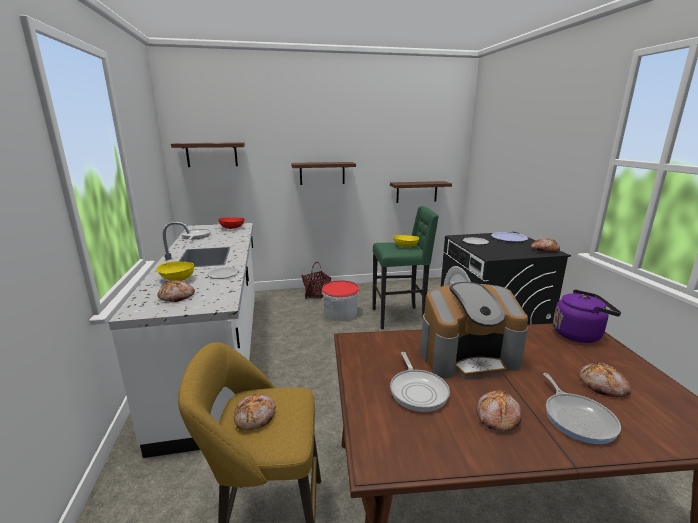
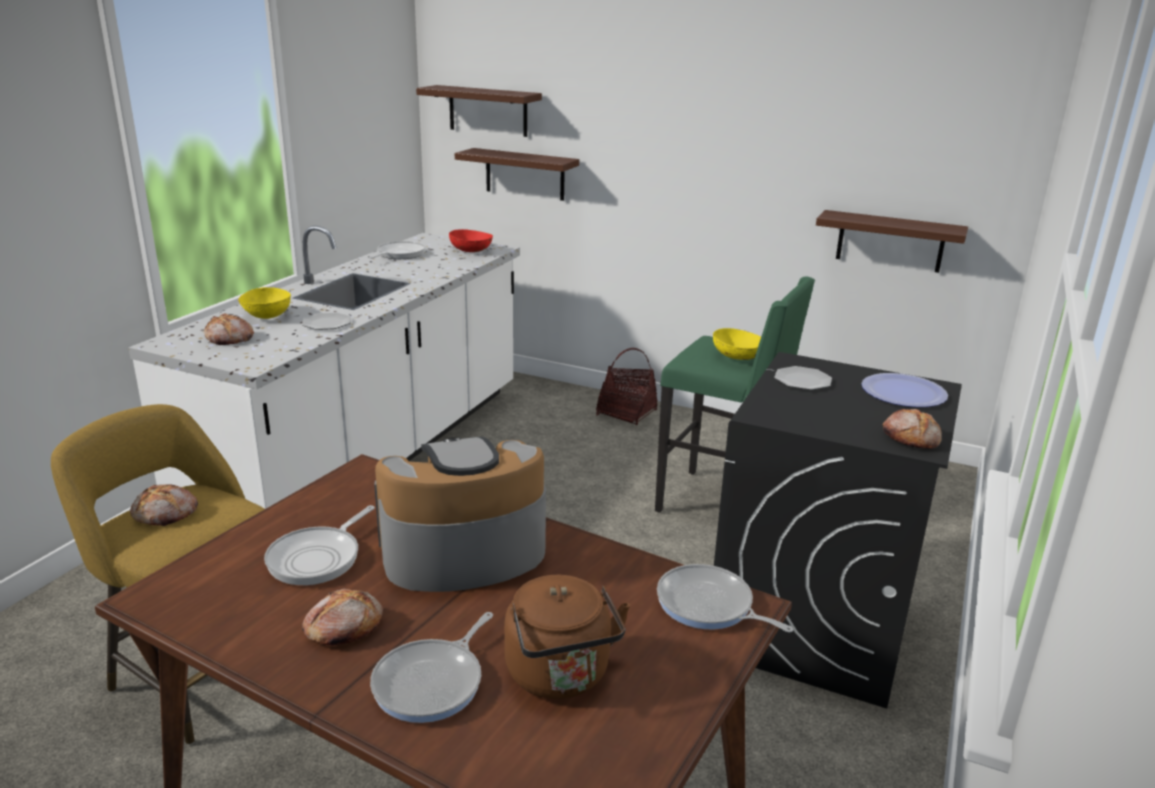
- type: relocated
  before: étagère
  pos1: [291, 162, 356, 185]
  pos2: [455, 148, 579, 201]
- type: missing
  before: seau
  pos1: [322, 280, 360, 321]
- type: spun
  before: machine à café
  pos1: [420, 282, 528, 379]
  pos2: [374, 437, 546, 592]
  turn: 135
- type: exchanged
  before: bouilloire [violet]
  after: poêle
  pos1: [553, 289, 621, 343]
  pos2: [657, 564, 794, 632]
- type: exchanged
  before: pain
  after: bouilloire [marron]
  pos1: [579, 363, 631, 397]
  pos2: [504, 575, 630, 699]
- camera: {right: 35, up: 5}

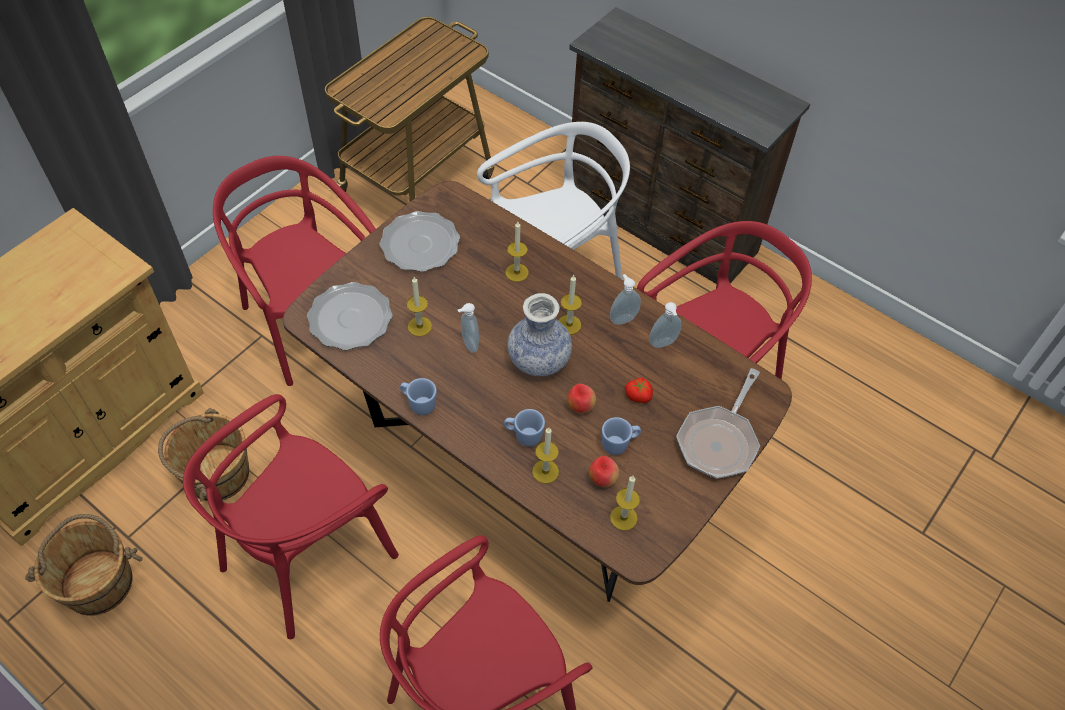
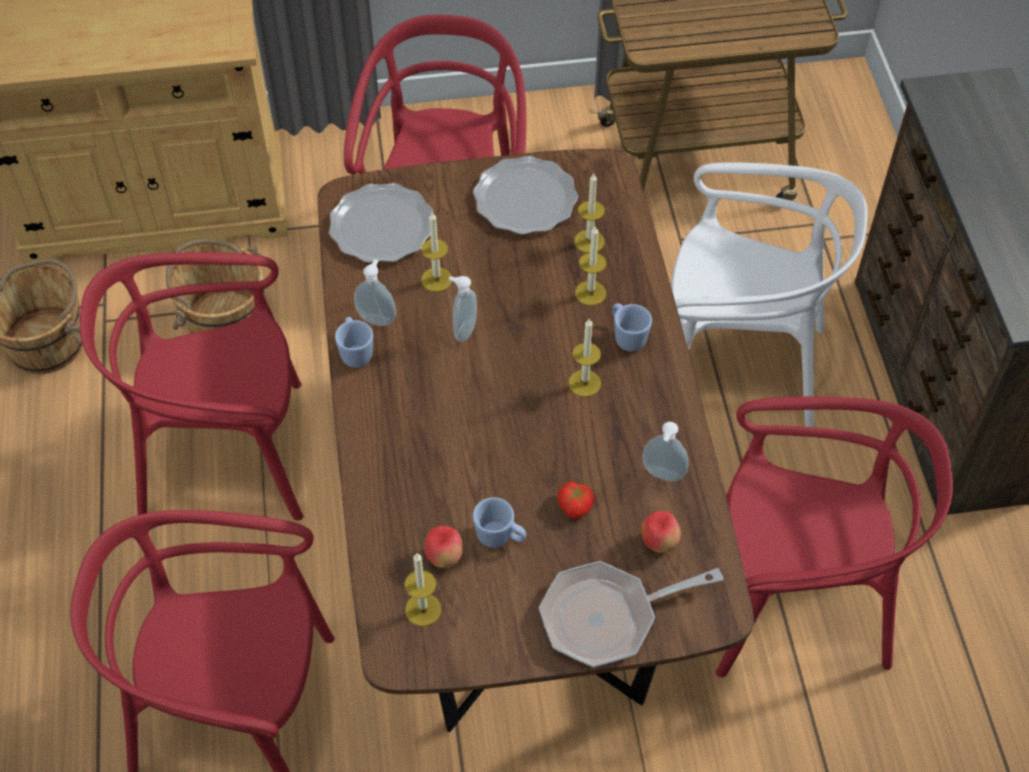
- type: relocated
  before: distributeur de savon
  pos1: [610, 274, 641, 325]
  pos2: [354, 259, 396, 326]
- type: missing
  before: vase
  pos1: [507, 293, 572, 376]
- type: relocated
  before: pomme
  pos1: [567, 384, 596, 413]
  pos2: [641, 511, 681, 553]
- type: relocated
  before: mug [bleu]
  pos1: [504, 409, 545, 447]
  pos2: [612, 303, 652, 351]
- type: relocated
  before: bougie
  pos1: [532, 427, 559, 484]
  pos2: [574, 174, 605, 253]
- camera: {right: 45, up: 0}

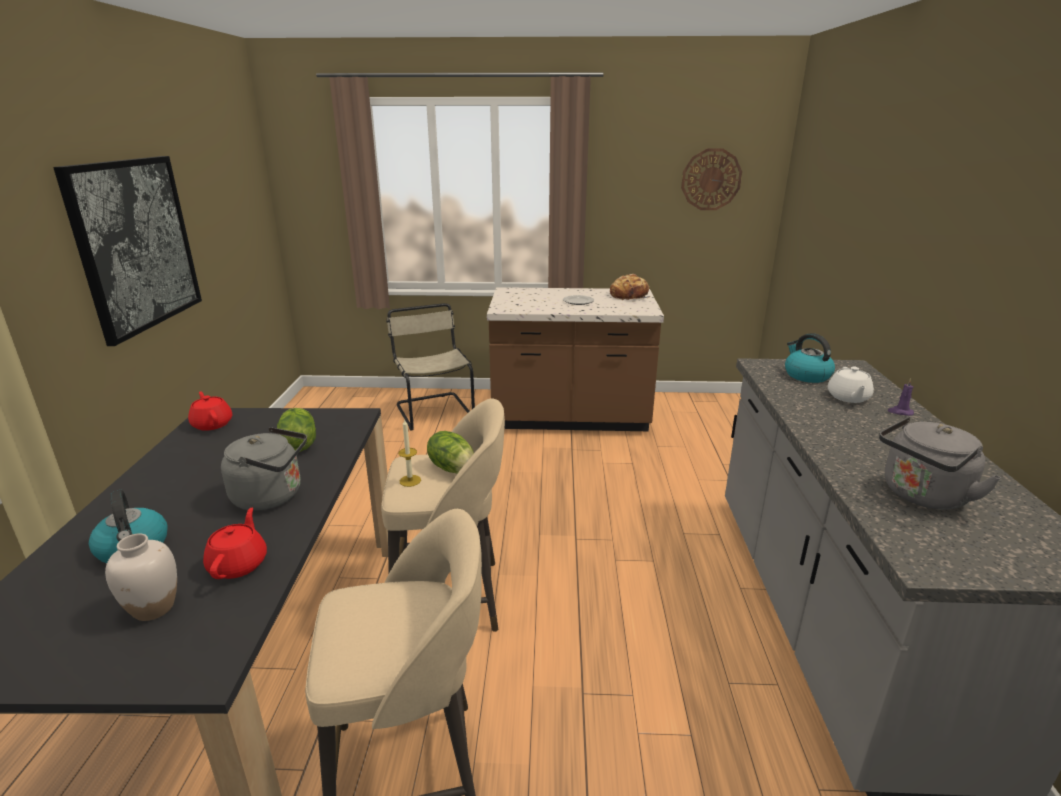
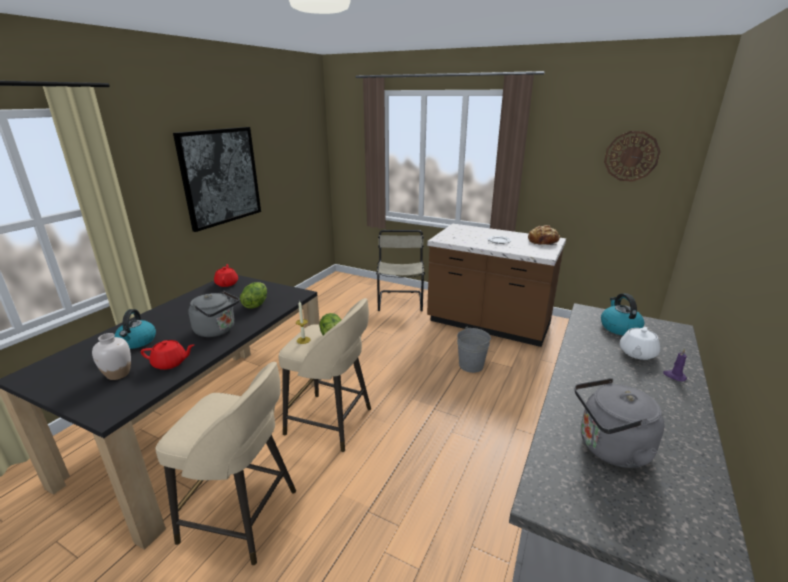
- type: spun
  before: théière [rouge]
  pos1: [203, 508, 267, 579]
  pos2: [141, 340, 194, 370]
  turn: 60
- type: appeared
  after: seau [gris]
  pos2: [457, 327, 491, 373]
- camera: {right: 25, up: 0}

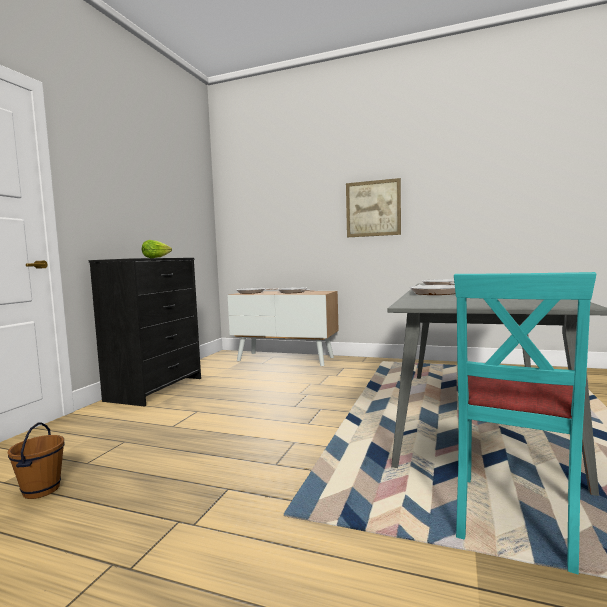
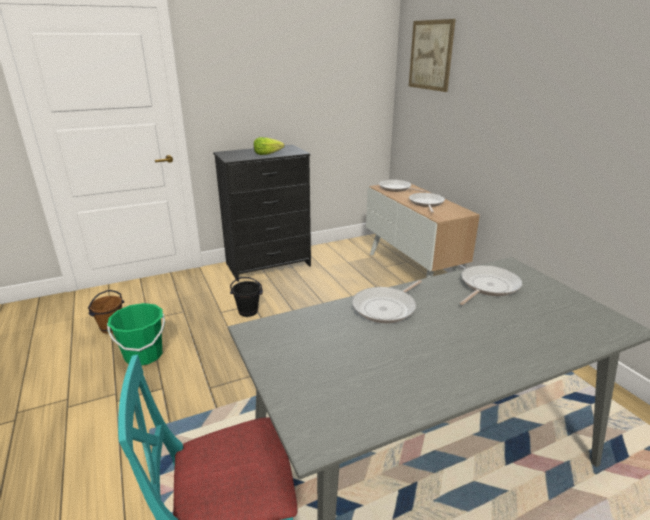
- type: relocated
  before: tableau
  pos1: [346, 178, 401, 237]
  pos2: [409, 19, 456, 92]
- type: appeared
  after: seau [noir]
  pos2: [230, 277, 263, 317]
- type: appeared
  after: seau [vert]
  pos2: [107, 303, 165, 366]
- camera: {right: 45, up: 20}

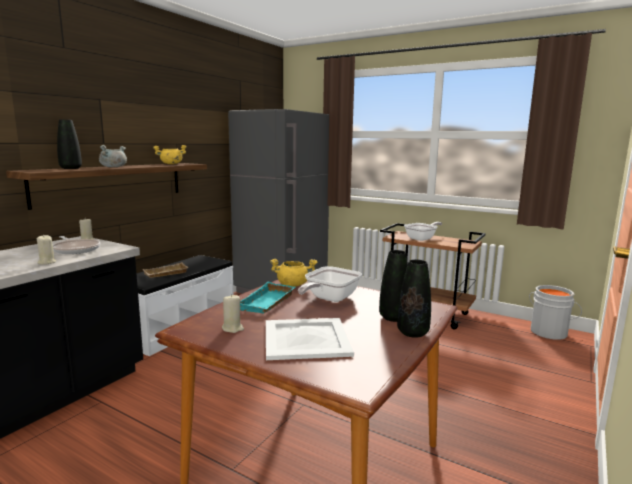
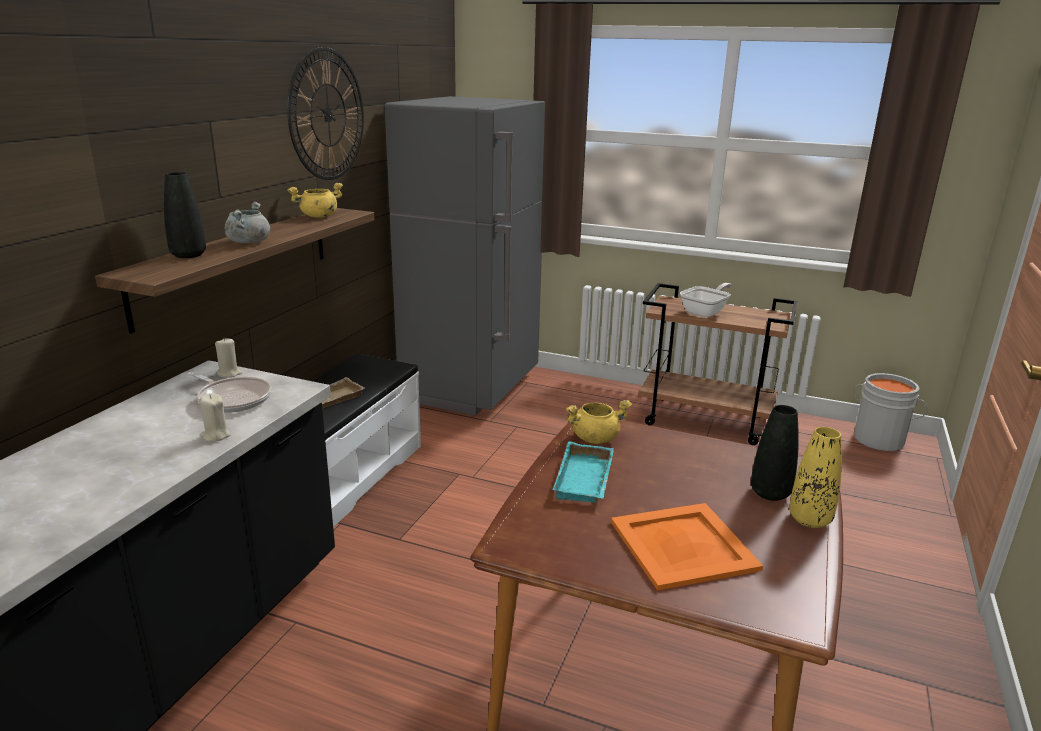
- type: colour
  before: vase [noir]
  after: vase [jaune]
  pos1: [397, 259, 431, 338]
  pos2: [789, 427, 842, 528]
- type: missing
  before: poêle
  pos1: [298, 266, 362, 302]
- type: missing
  before: bougie [beige]
  pos1: [222, 294, 244, 333]
- type: colour
  before: plateau [blanc]
  after: plateau [orange]
  pos1: [266, 318, 354, 360]
  pos2: [611, 503, 763, 591]
- type: appeared
  after: horloge murale
  pos2: [287, 47, 364, 180]
- camera: {right: -10, up: 10}

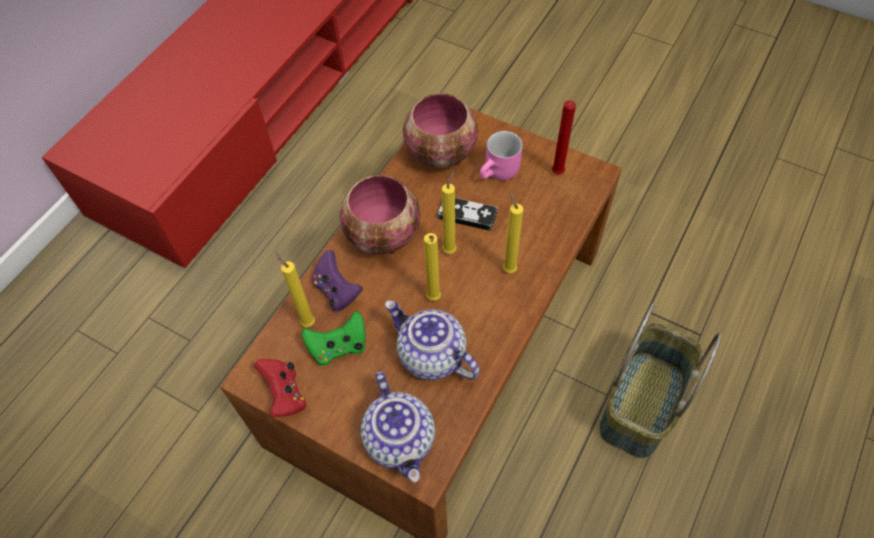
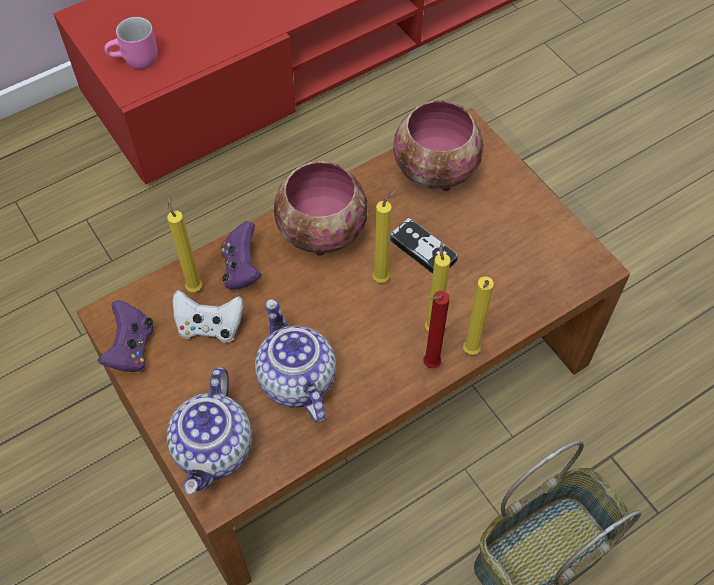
- type: relocated
  before: bougie [rouge]
  pos1: [552, 100, 576, 174]
  pos2: [423, 291, 450, 368]
- type: relocated
  before: mug [rose]
  pos1: [480, 131, 523, 181]
  pos2: [104, 17, 158, 69]
- type: relocated
  before: bougie [jaune]
  pos1: [424, 233, 441, 301]
  pos2: [463, 276, 494, 355]
- type: colour
  before: manette [vert]
  after: manette [blanc]
  pos1: [302, 311, 366, 366]
  pos2: [173, 290, 243, 343]
- type: colour
  before: manette [rouge]
  after: manette [violet]
  pos1: [254, 359, 306, 418]
  pos2: [98, 300, 153, 372]
- camera: {right: 25, up: 0}

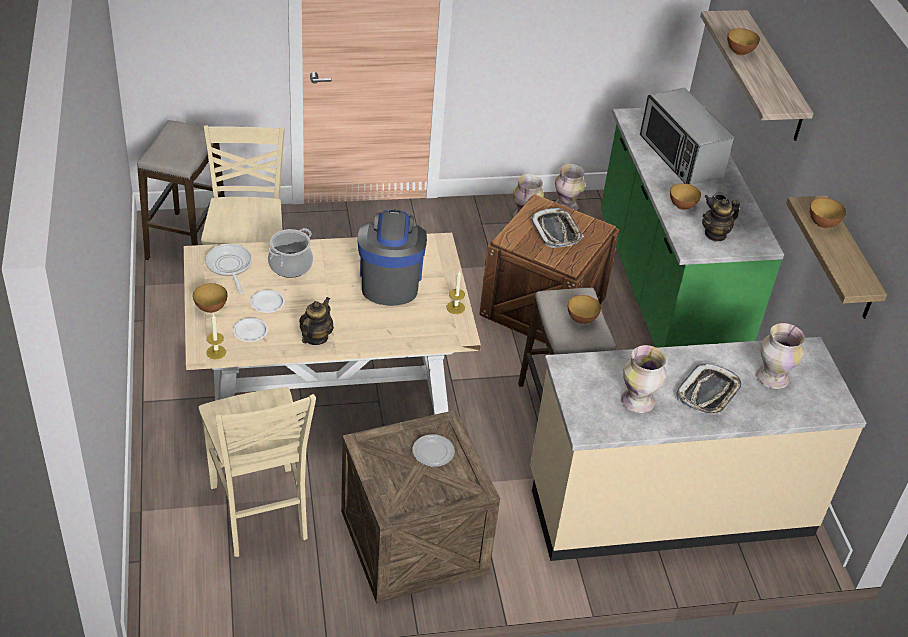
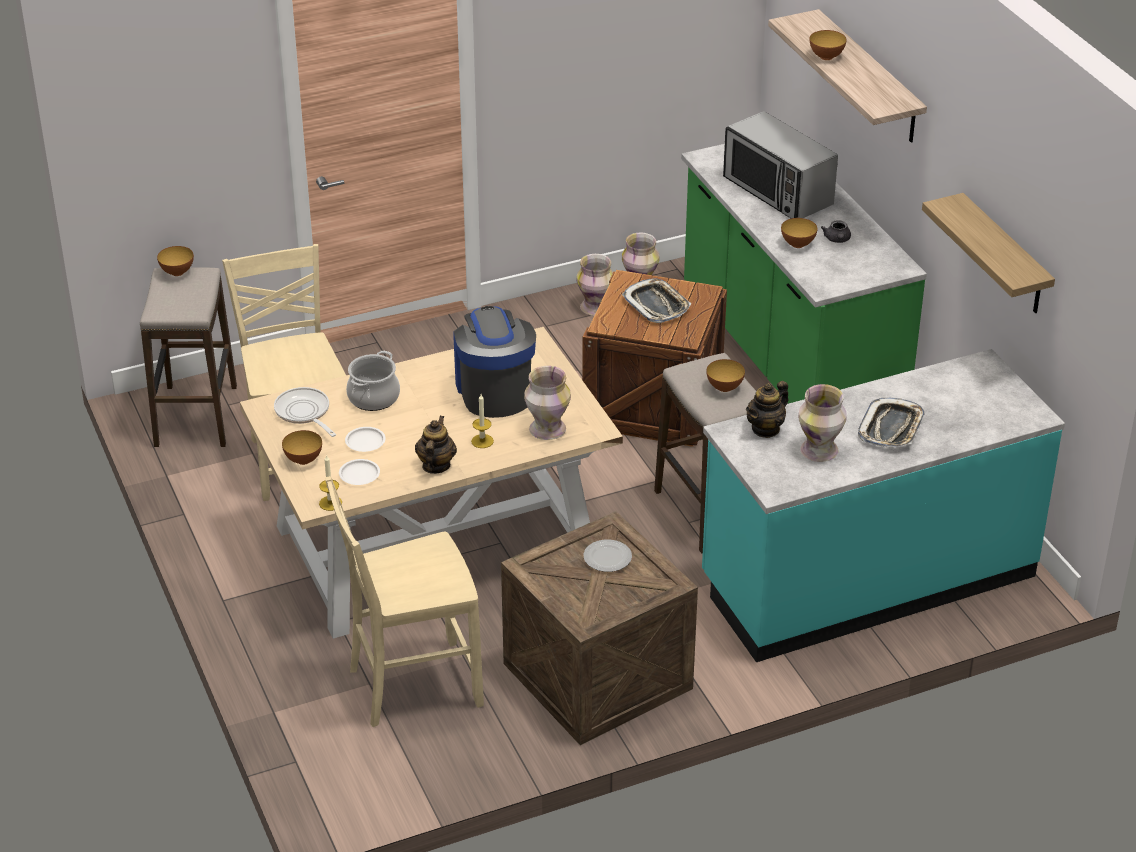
- type: relocated
  before: bol
  pos1: [810, 198, 846, 228]
  pos2: [157, 246, 194, 276]
- type: relocated
  before: théière
  pos1: [702, 199, 740, 241]
  pos2: [746, 381, 788, 438]
- type: relocated
  before: bougie
  pos1: [447, 270, 465, 314]
  pos2: [471, 394, 494, 448]
- type: relocated
  before: vase
  pos1: [756, 323, 805, 389]
  pos2: [524, 366, 571, 440]
- type: colour
  before: comptoir de cuisine [beige]
  after: comptoir de cuisine [turquoise]
  pos1: [530, 337, 866, 561]
  pos2: [702, 349, 1065, 662]
- type: spun
  before: chaise [beige]
  pos1: [199, 387, 316, 557]
  pos2: [325, 476, 484, 727]
  turn: 105
- camera: {right: -10, up: -5}

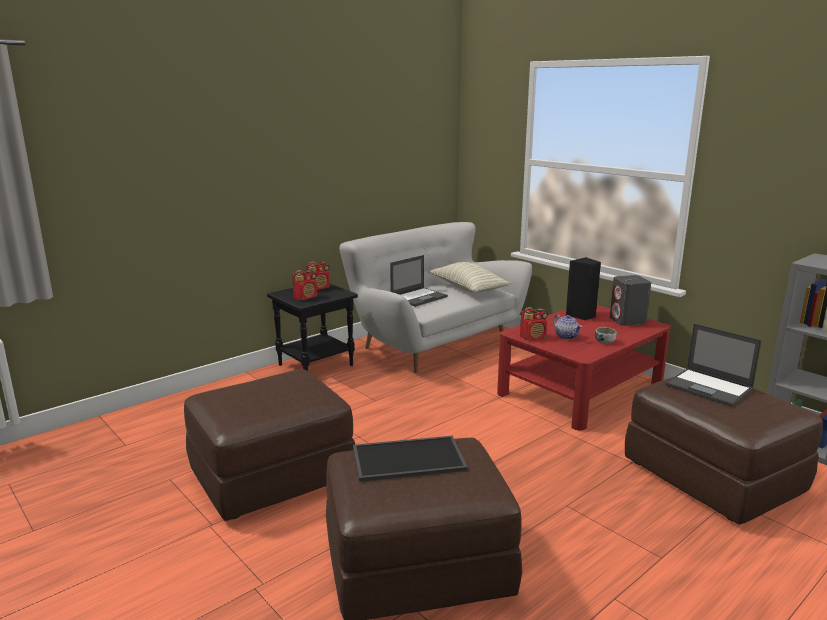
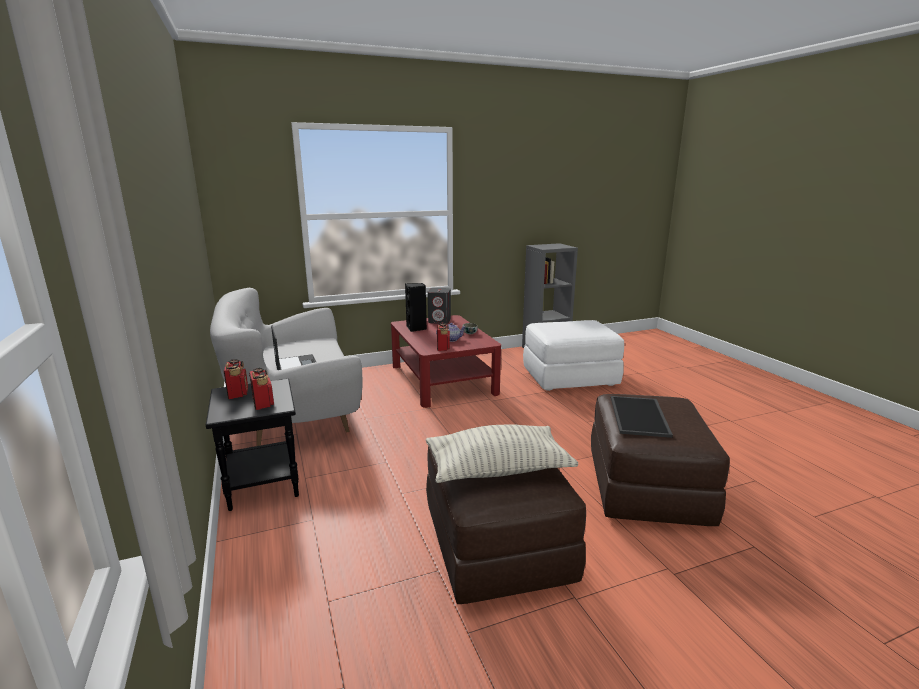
- type: relocated
  before: coussin
  pos1: [429, 262, 511, 293]
  pos2: [426, 424, 578, 483]
- type: missing
  before: ordinateur portable
  pos1: [665, 324, 762, 407]
- type: colour
  before: pouf [marron]
  after: pouf [blanc]
  pos1: [625, 377, 823, 525]
  pos2: [523, 320, 624, 391]
- camera: {right: -70, up: 0}

